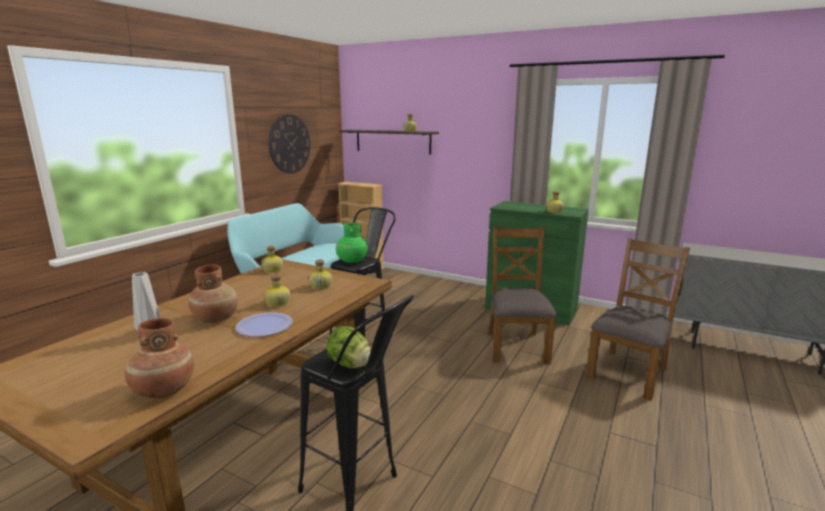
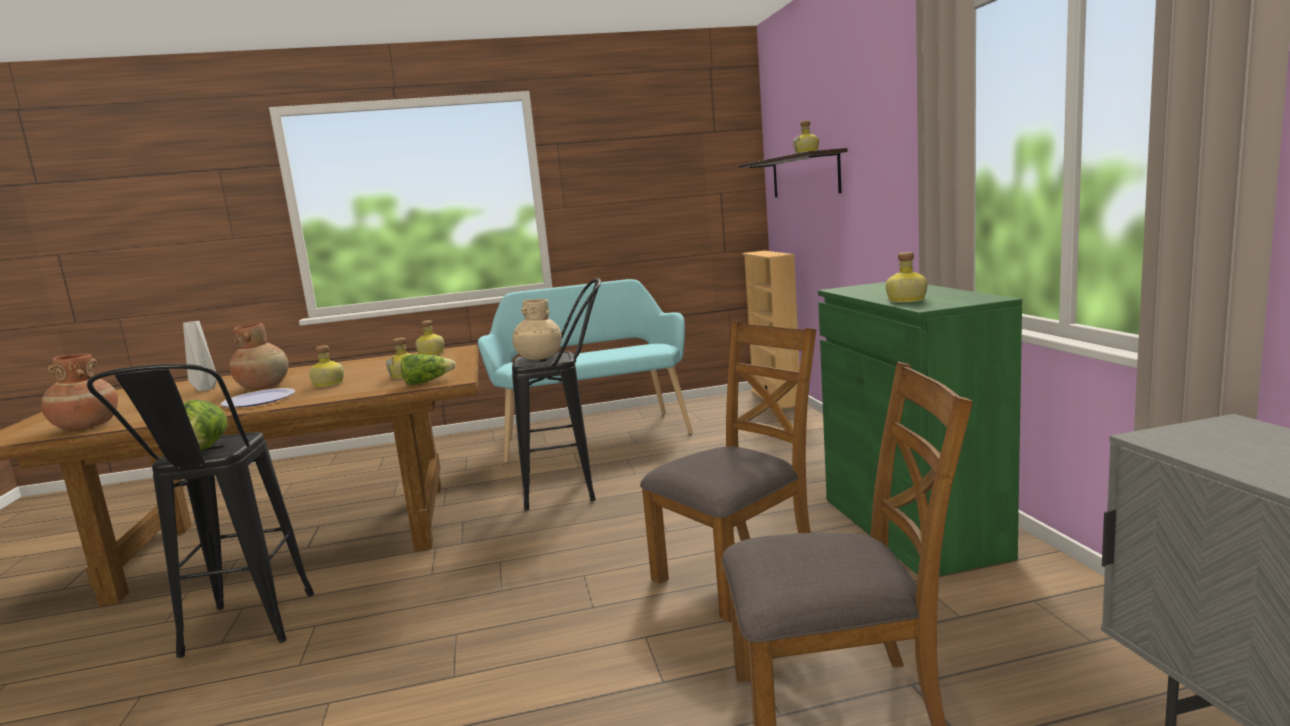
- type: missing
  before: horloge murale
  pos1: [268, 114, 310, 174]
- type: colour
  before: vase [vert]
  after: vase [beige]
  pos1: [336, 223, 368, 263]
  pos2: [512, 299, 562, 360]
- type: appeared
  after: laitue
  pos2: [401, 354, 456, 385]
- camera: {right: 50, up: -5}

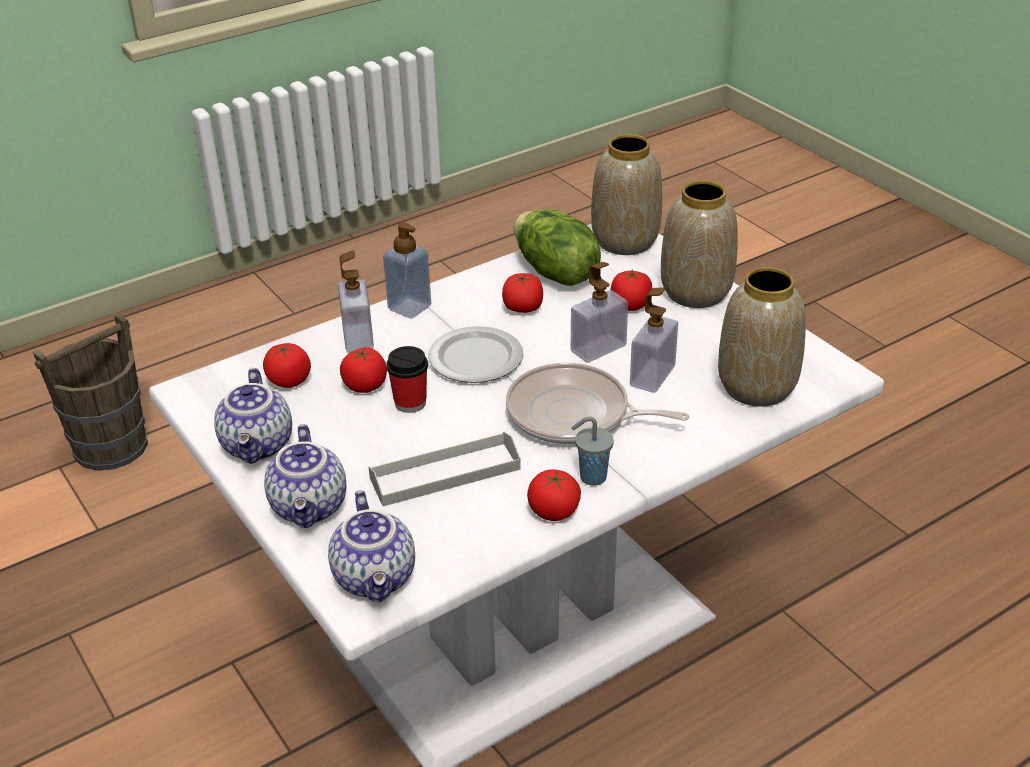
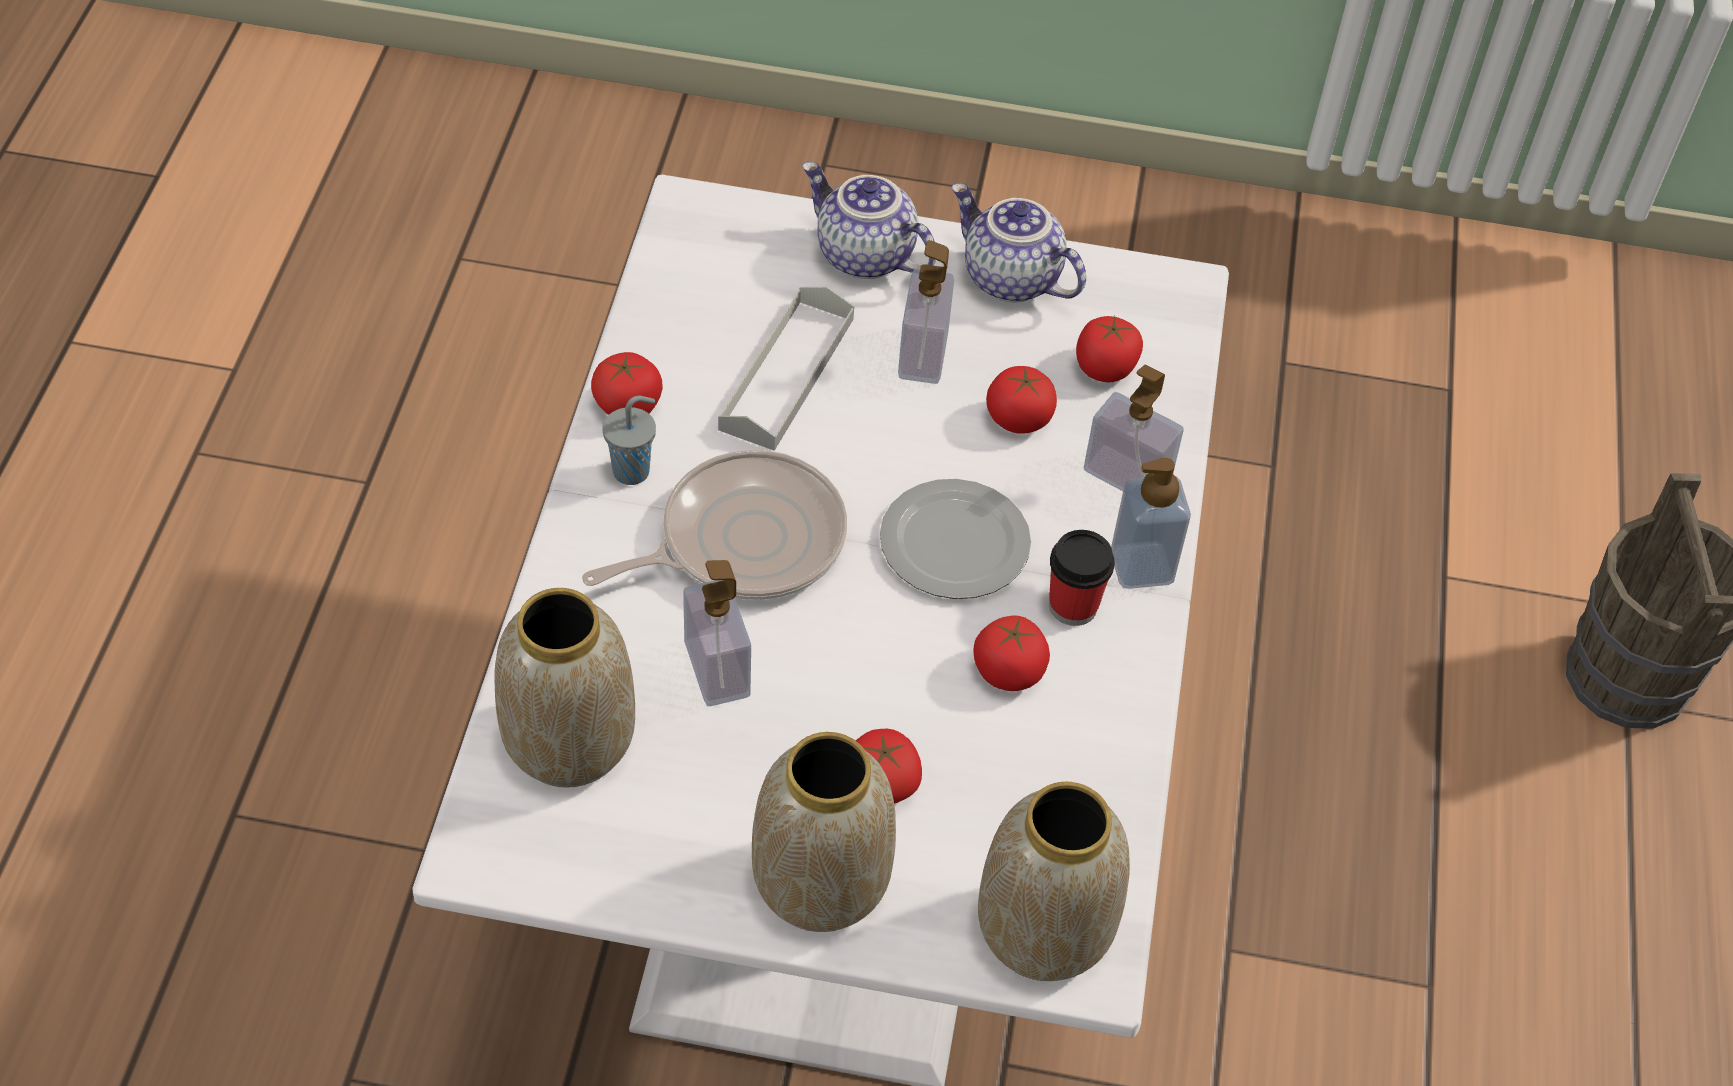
- type: missing
  before: laitue
  pos1: [514, 209, 601, 286]
- type: relocated
  before: distributeur de savon
  pos1: [571, 262, 628, 363]
  pos2: [898, 240, 954, 384]
- type: relocated
  before: tasse
  pos1: [386, 346, 428, 413]
  pos2: [1049, 530, 1115, 626]
- type: missing
  before: théière
  pos1: [328, 490, 415, 602]
- camera: {right: 130, up: 15}

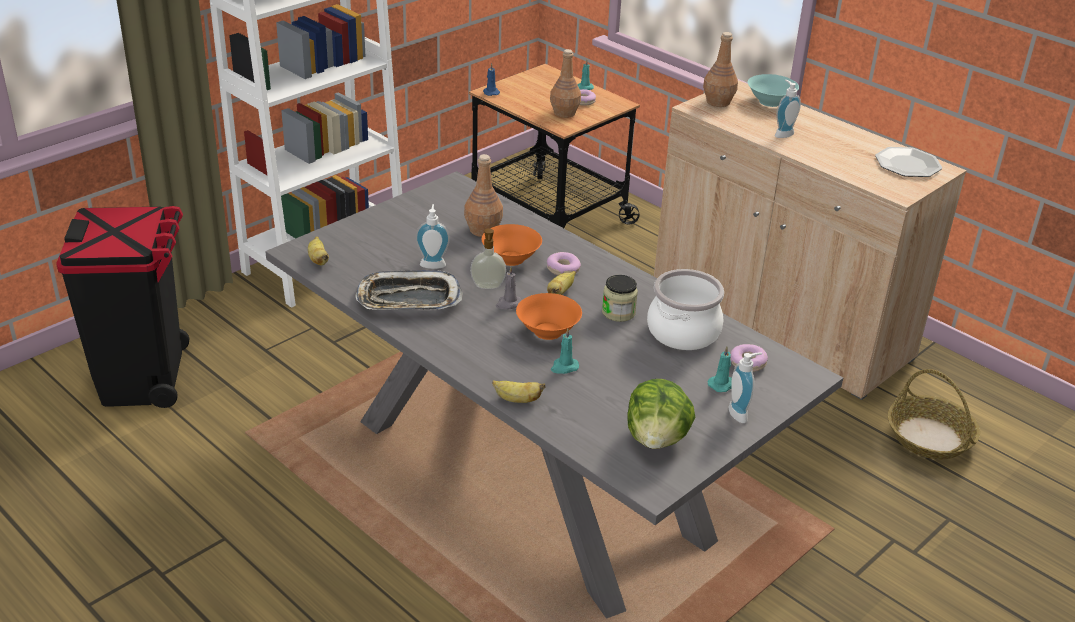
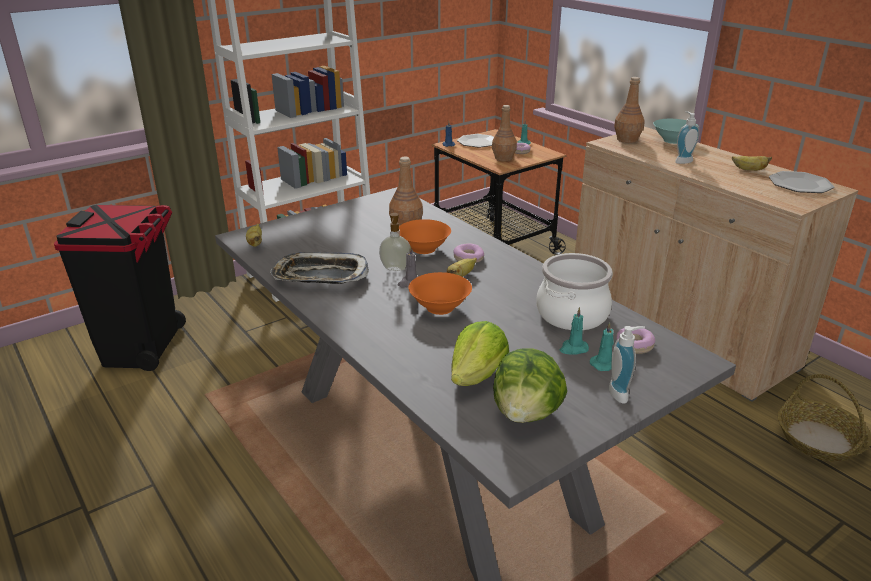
- type: missing
  before: distributeur de savon
  pos1: [416, 204, 450, 269]
- type: missing
  before: bocal
  pos1: [602, 275, 638, 322]
- type: relocated
  before: bougie [turquoise]
  pos1: [551, 328, 579, 374]
  pos2: [560, 307, 589, 355]
- type: relocated
  before: banane
  pos1: [492, 380, 545, 403]
  pos2: [732, 156, 772, 171]
- type: appeared
  after: assiette
  pos2: [457, 134, 494, 148]
- type: appeared
  after: laitue
  pos2: [451, 321, 509, 386]
- camera: {right: 10, up: -5}

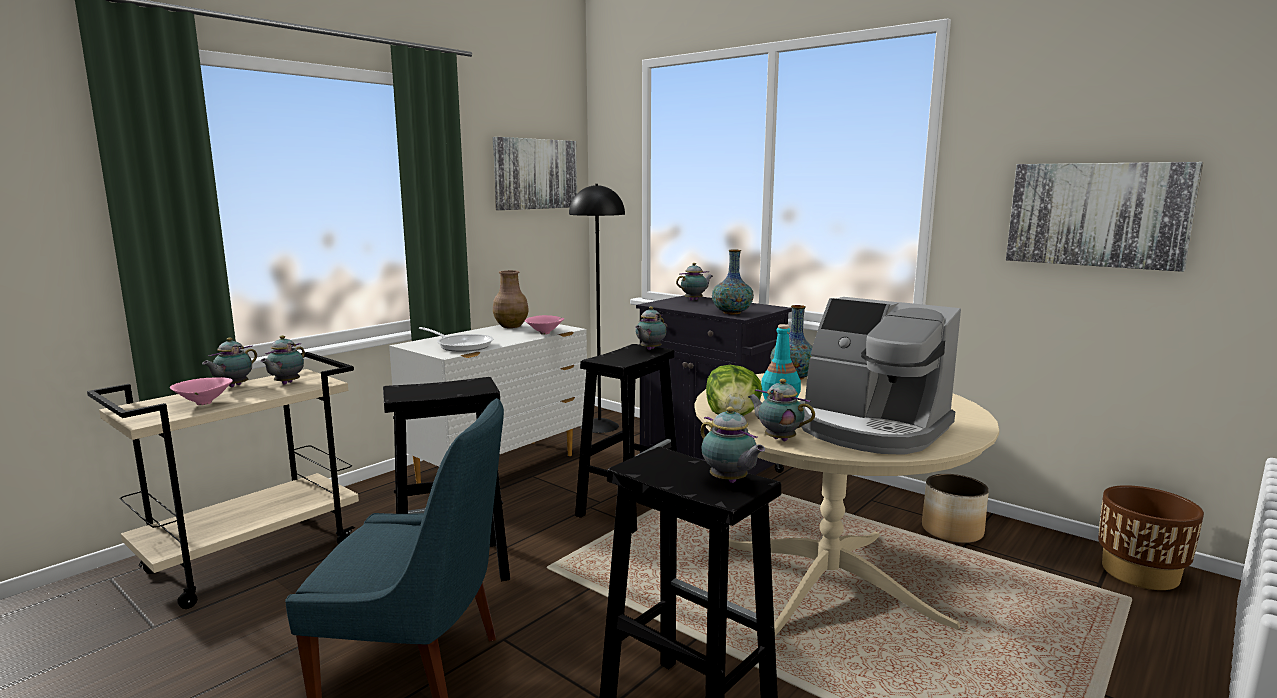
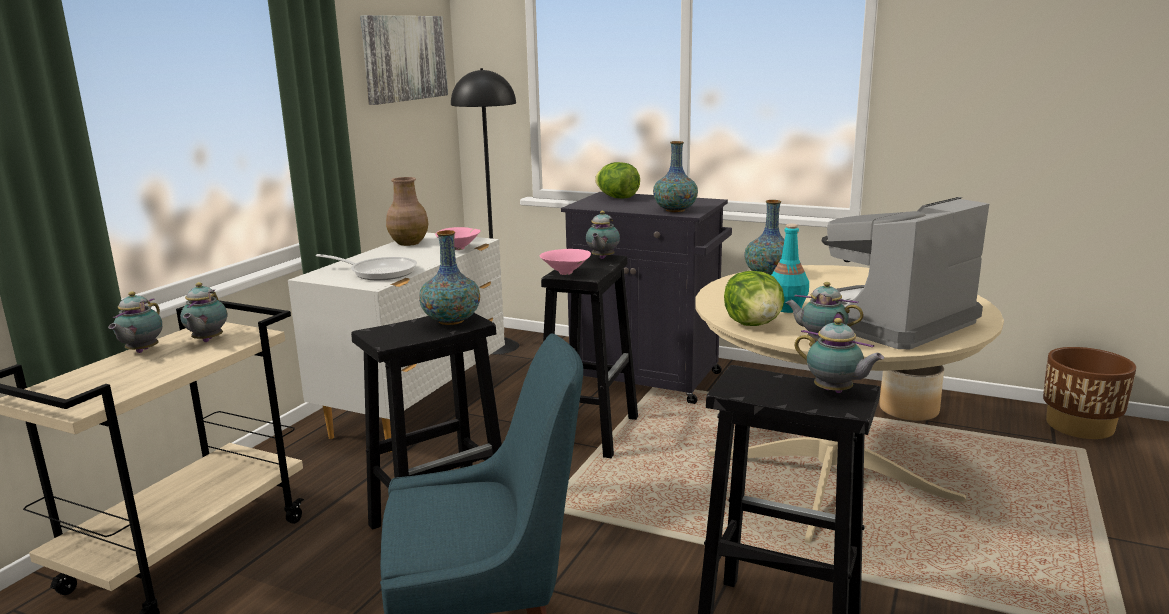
- type: missing
  before: tableau
  pos1: [1006, 162, 1203, 272]
- type: exchanged
  before: théière
  after: laitue
  pos1: [676, 263, 713, 301]
  pos2: [595, 162, 640, 199]
- type: spun
  before: machine à café
  pos1: [799, 297, 961, 455]
  pos2: [822, 197, 989, 349]
  turn: 120
- type: relocated
  before: bol [rose]
  pos1: [170, 377, 233, 405]
  pos2: [539, 249, 591, 275]
- type: appeared
  after: vase
  pos2: [419, 230, 480, 325]
- camera: {right: -15, up: 5}

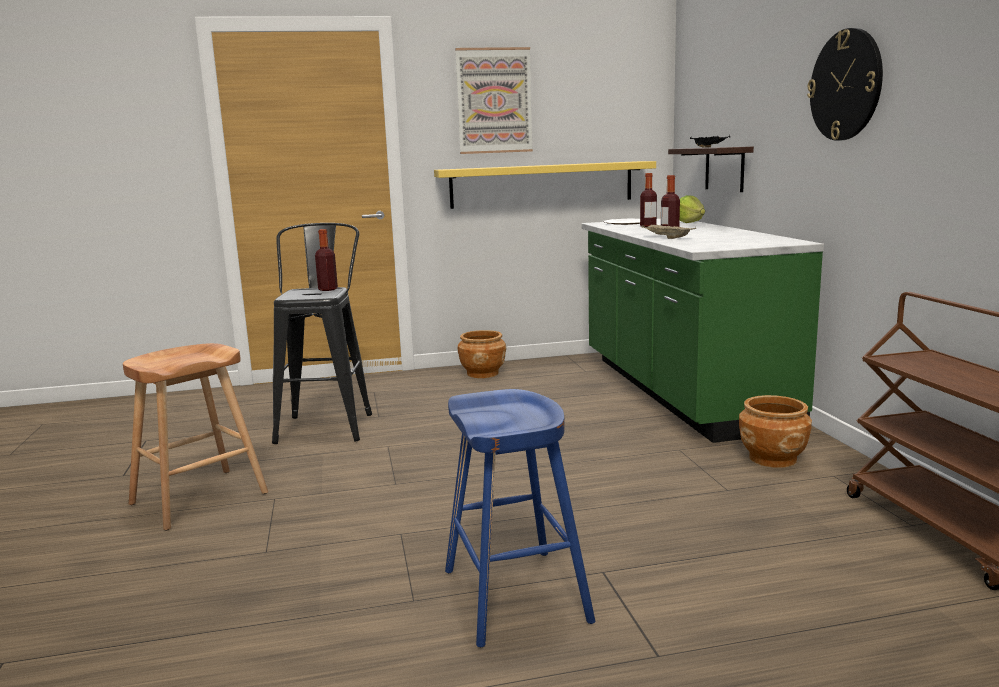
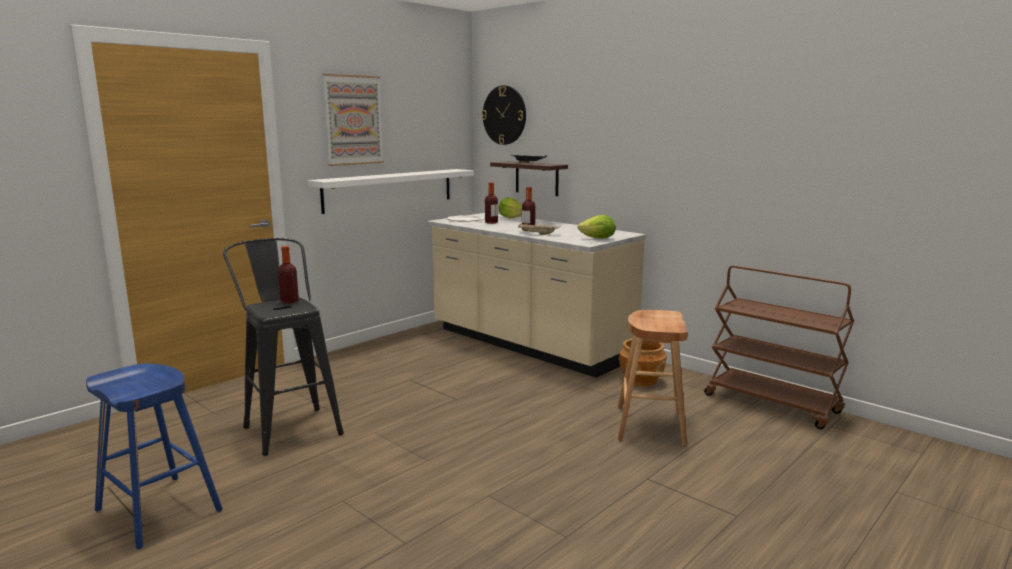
- type: relocated
  before: horloge murale
  pos1: [807, 28, 883, 141]
  pos2: [482, 85, 526, 145]
- type: colour
  before: étagère [jaune]
  after: étagère [blanc]
  pos1: [434, 161, 656, 209]
  pos2: [308, 169, 473, 214]
- type: colour
  before: comptoir de cuisine [vert]
  after: comptoir de cuisine [beige]
  pos1: [582, 219, 824, 443]
  pos2: [427, 213, 646, 378]
- type: missing
  before: cache-pot [marron]
  pos1: [458, 330, 506, 378]
- type: relocated
  before: tabouret [marron]
  pos1: [123, 343, 268, 530]
  pos2: [618, 310, 688, 446]
- type: relocated
  before: tabouret [bleu]
  pos1: [445, 389, 595, 647]
  pos2: [86, 364, 223, 549]
- type: appeared
  after: laitue
  pos2: [578, 215, 616, 239]
- camera: {right: -35, up: 0}

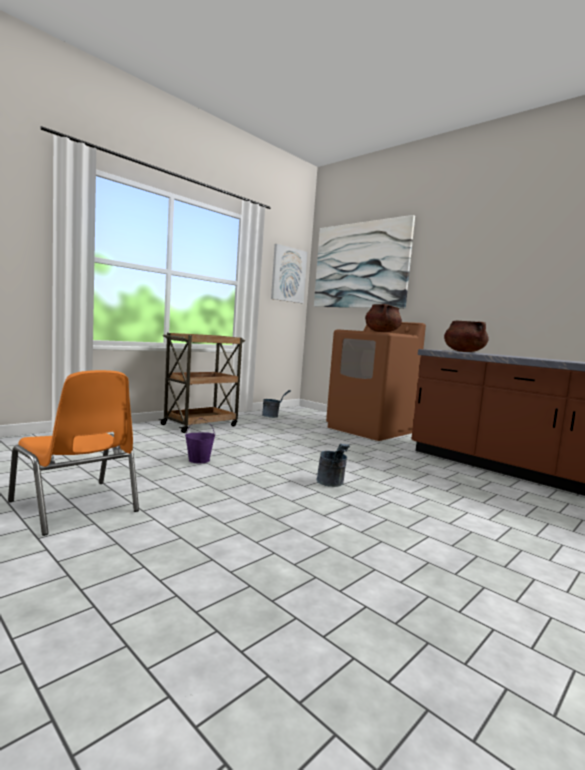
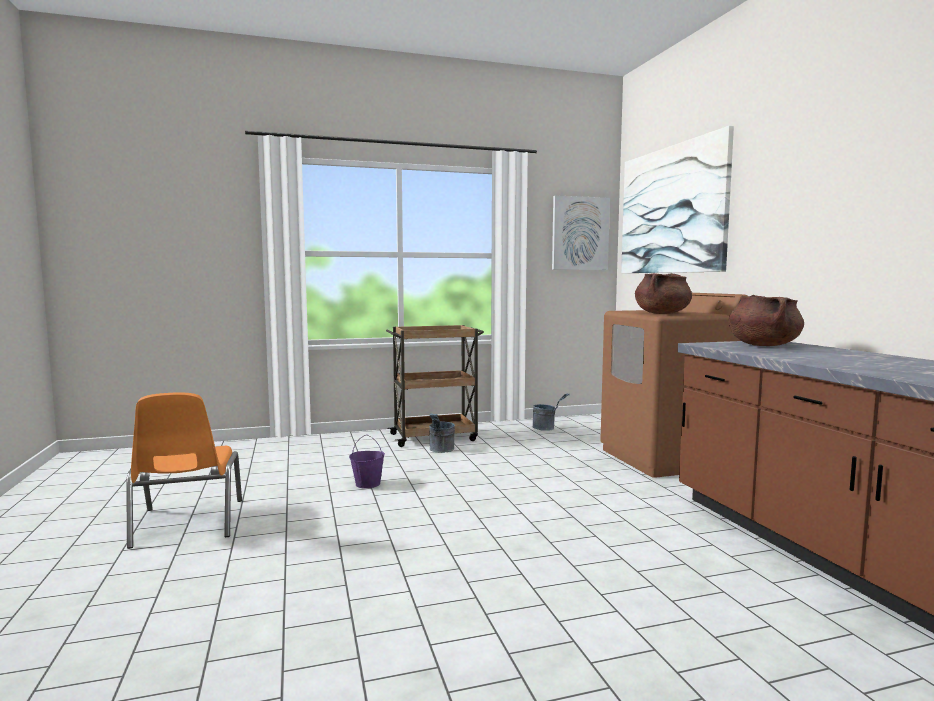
- type: relocated
  before: seau [gris]
  pos1: [317, 444, 350, 487]
  pos2: [429, 413, 455, 453]
- camera: {right: 30, up: 0}

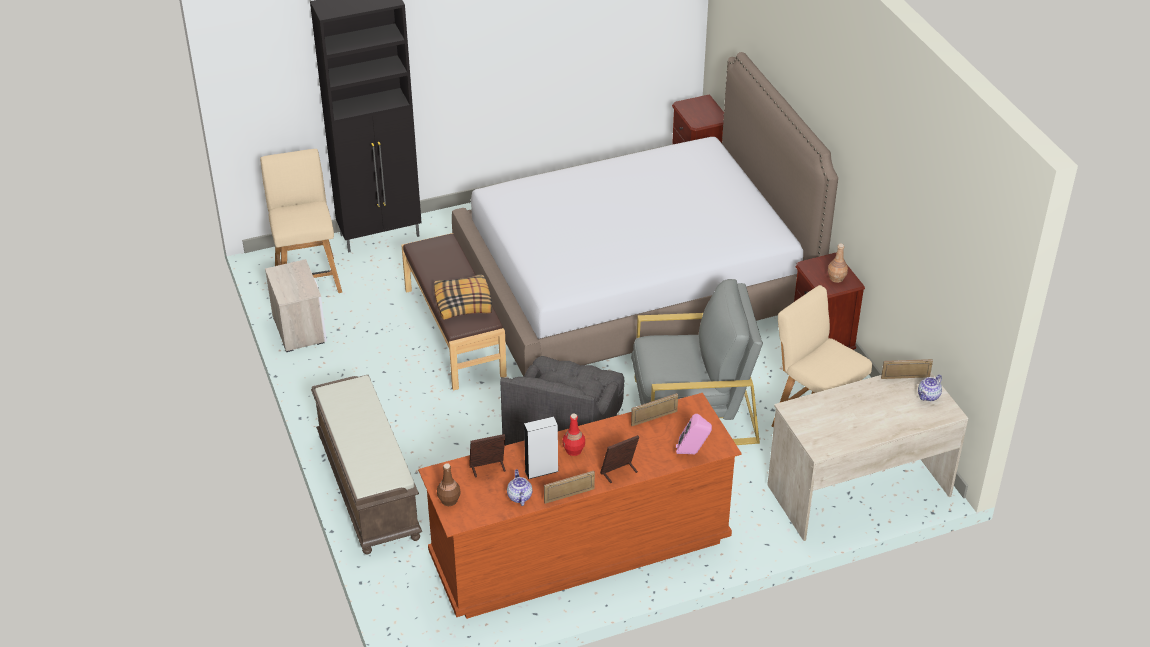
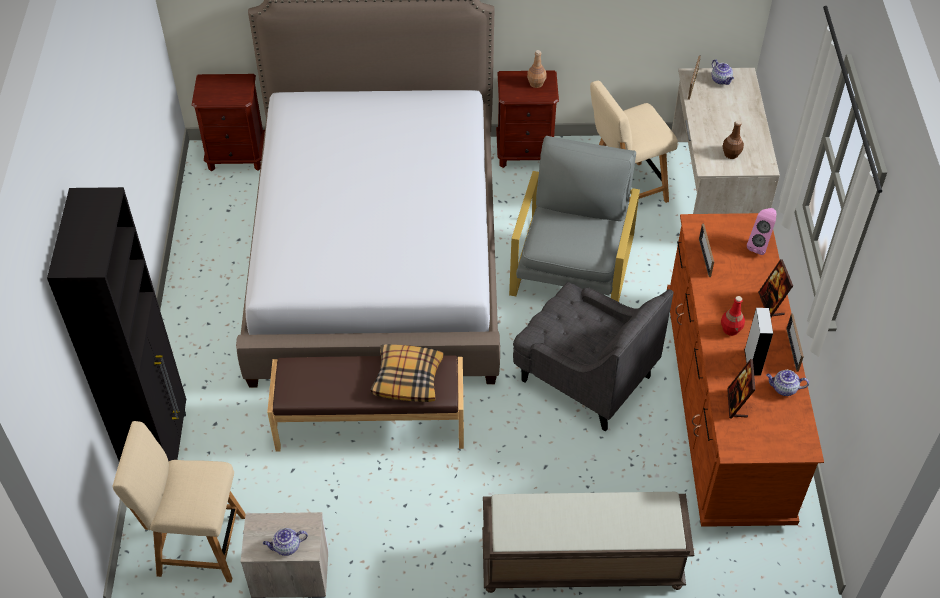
- type: relocated
  before: bouteille [marron]
  pos1: [437, 463, 461, 506]
  pos2: [723, 120, 744, 159]
- type: appeared
  after: théière
  pos2: [263, 528, 308, 556]
- camera: {right: -70, up: 10}

